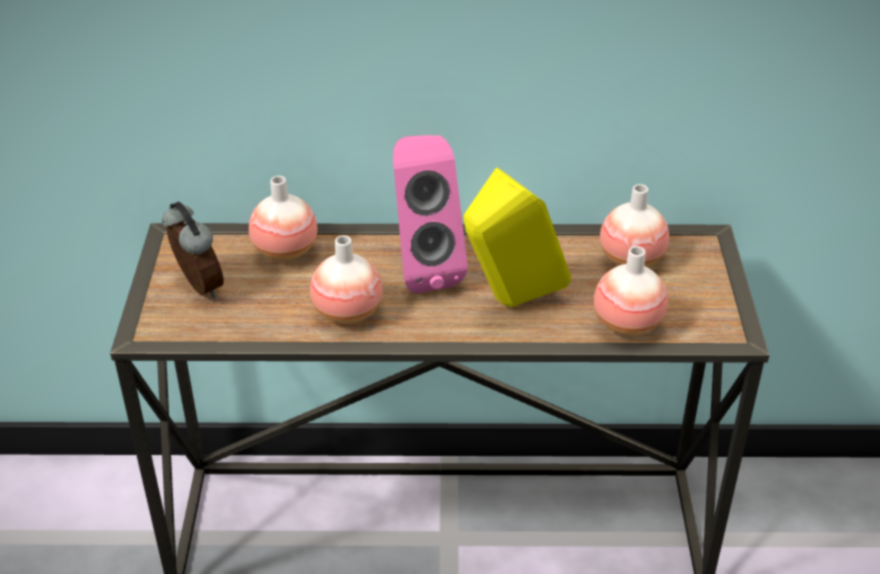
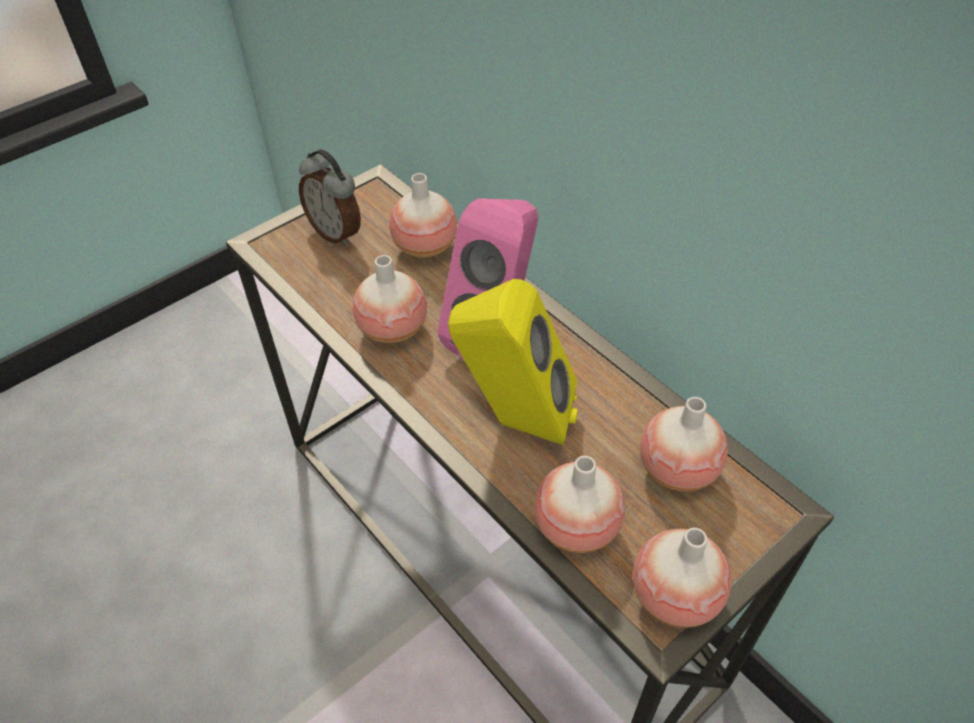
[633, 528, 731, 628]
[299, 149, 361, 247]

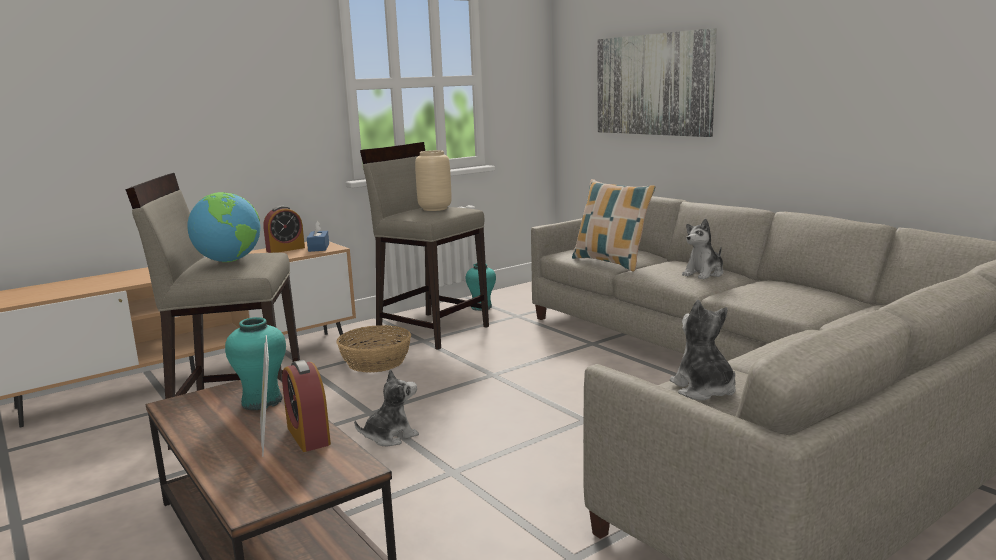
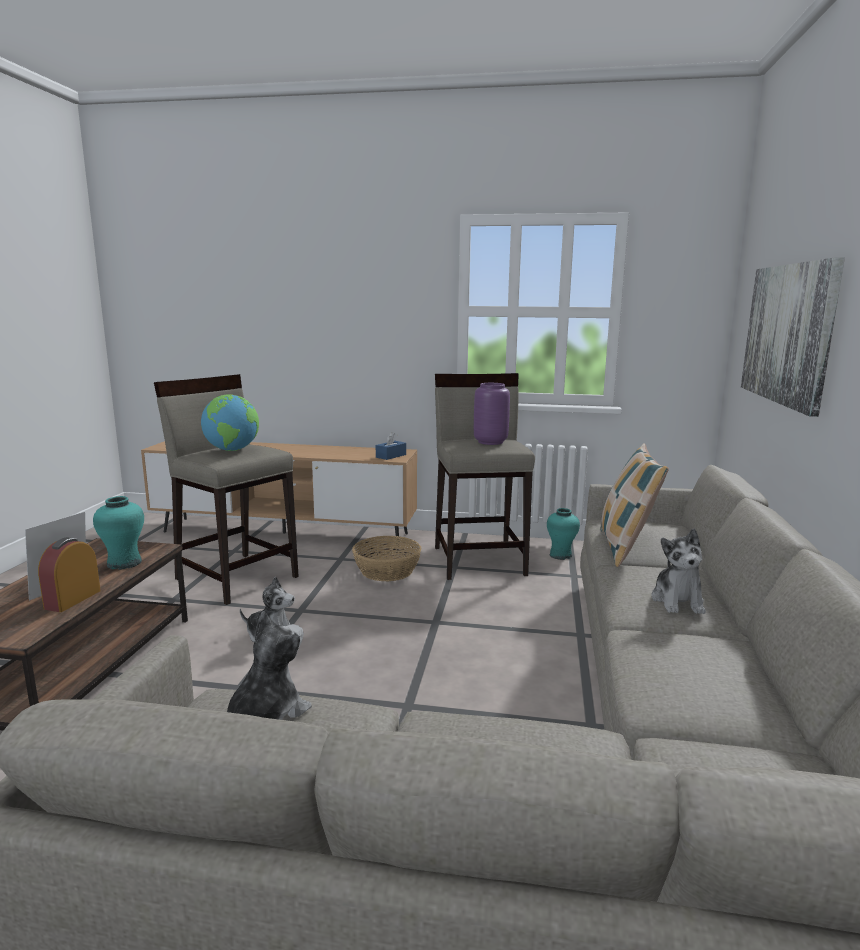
[263, 206, 305, 253] (first image)
[474, 383, 510, 445]
[652, 529, 706, 614]

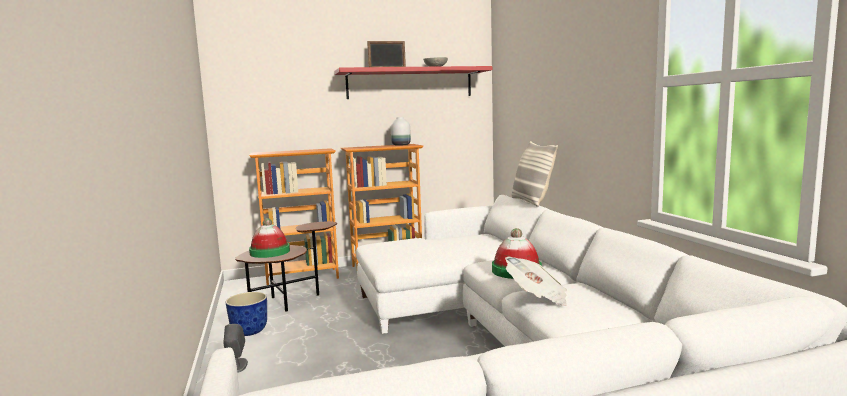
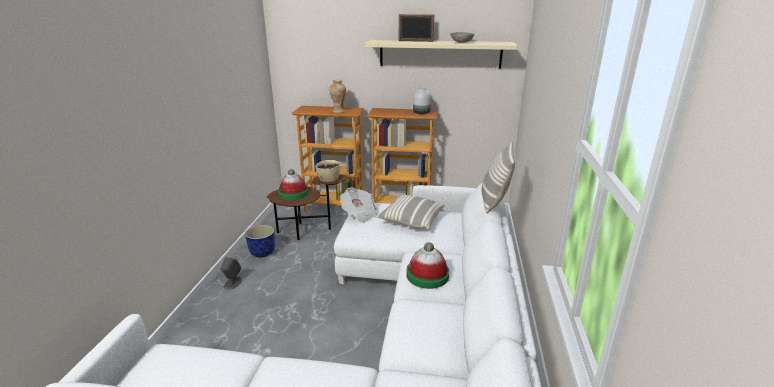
[315, 160, 340, 182]
[329, 80, 346, 113]
[376, 195, 444, 229]
[340, 187, 377, 223]
[365, 40, 517, 69]

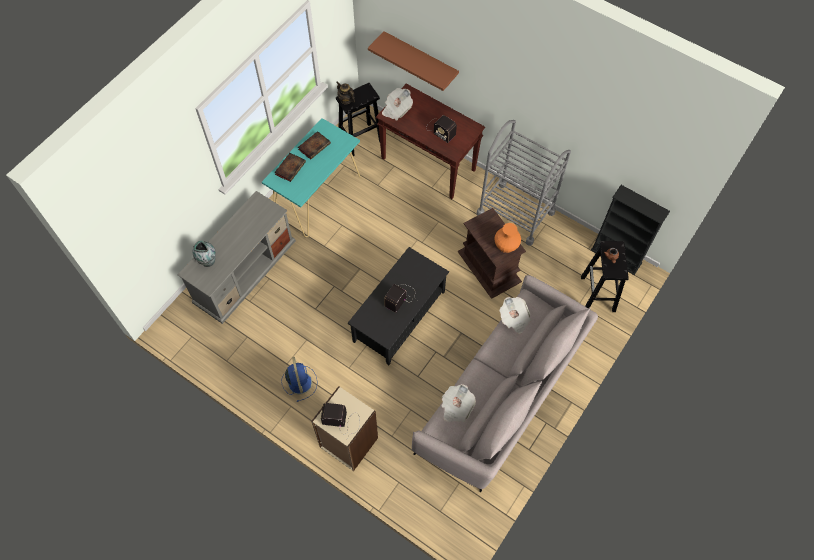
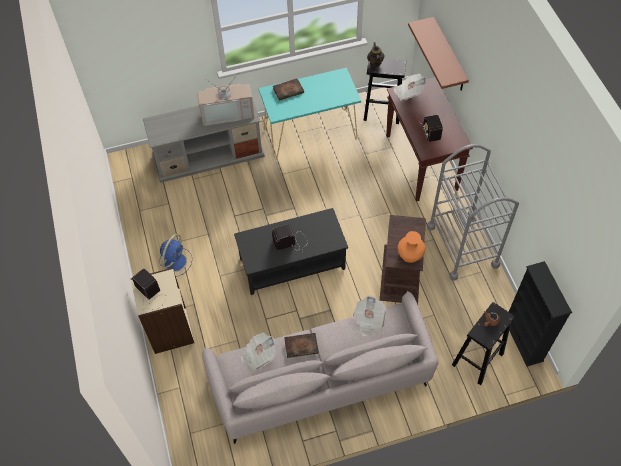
[193, 241, 216, 267] (first image)
[197, 74, 254, 126]
[284, 333, 319, 358]

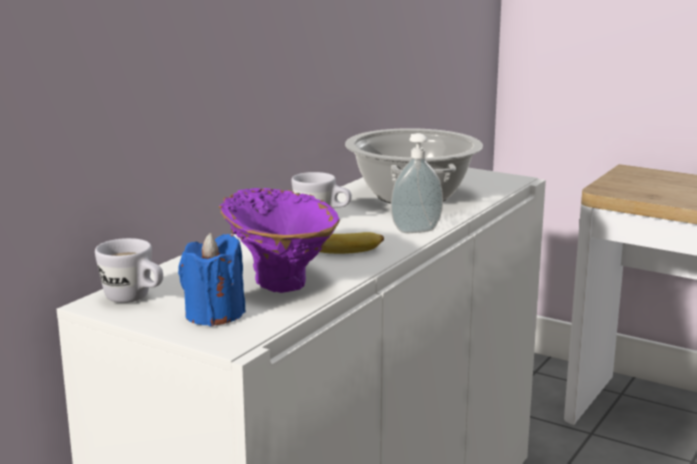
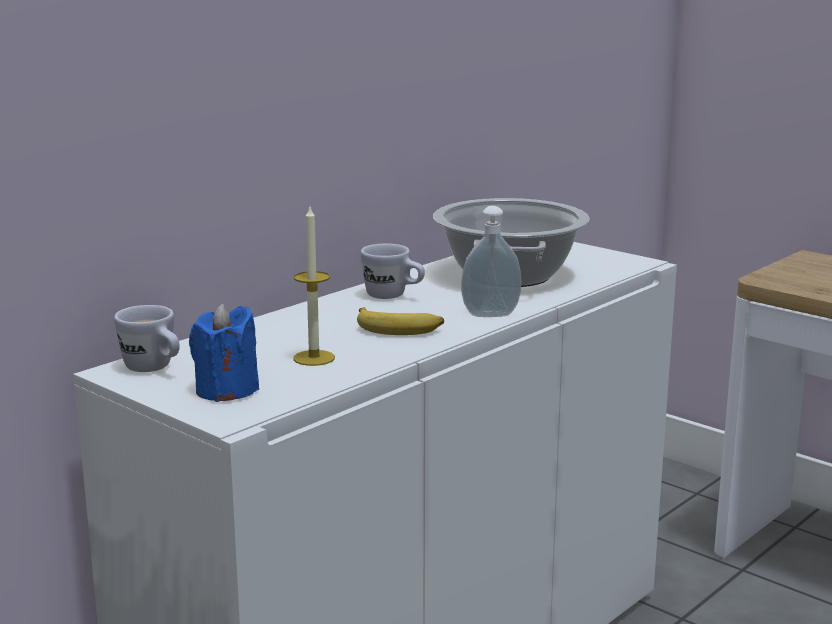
[293, 207, 335, 366]

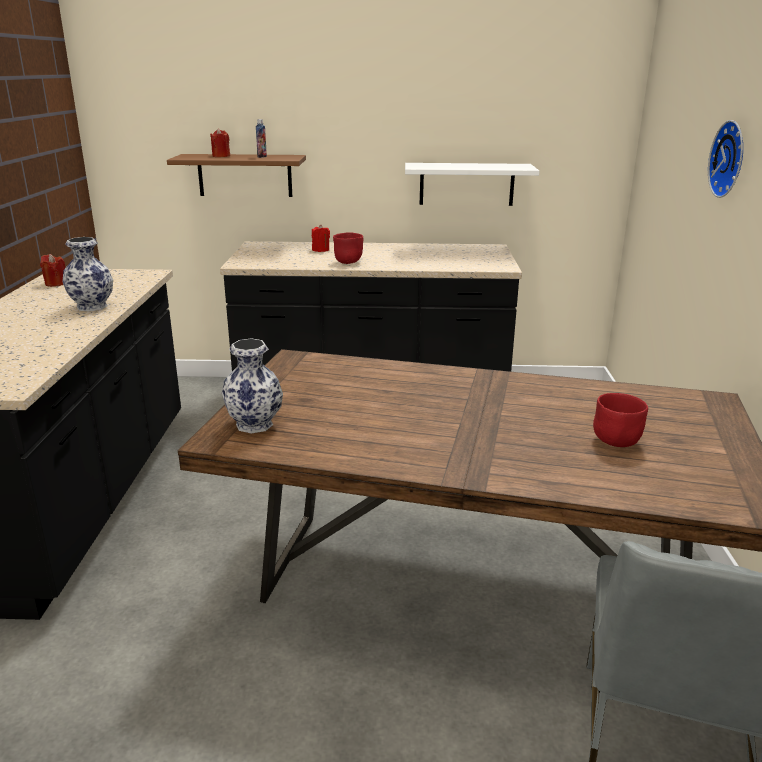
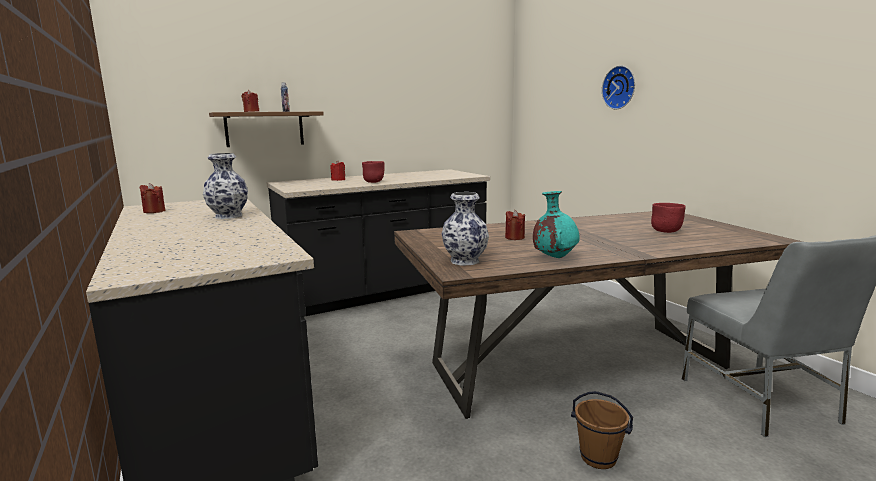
[405, 163, 540, 206] (first image)
[505, 210, 525, 240]
[533, 191, 580, 258]
[571, 391, 633, 469]

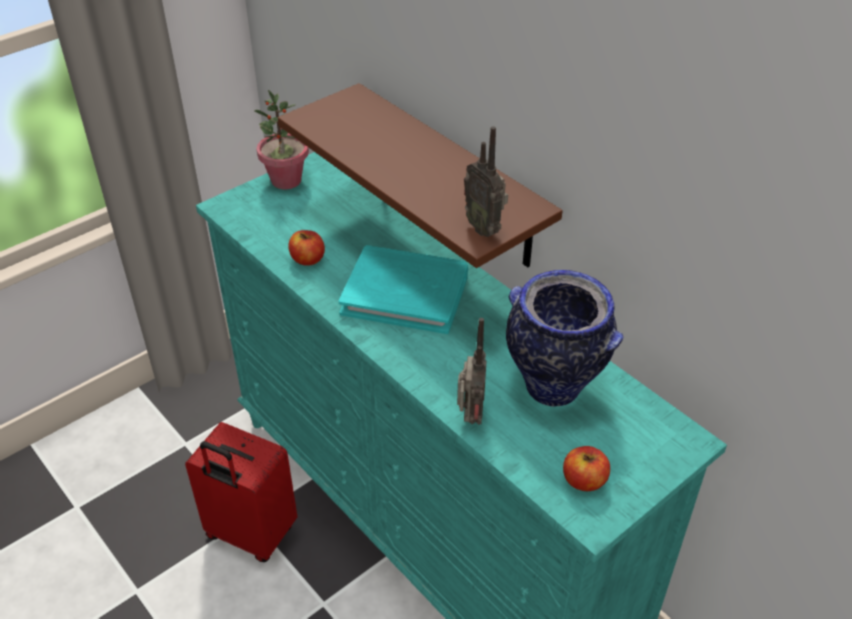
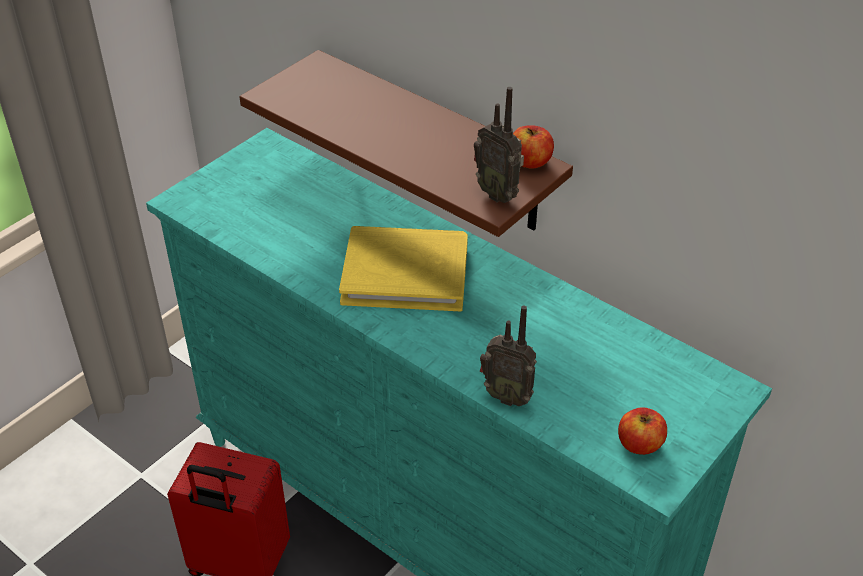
[254, 90, 309, 189] (first image)
[506, 270, 623, 406] (first image)
[513, 126, 554, 168]
[339, 226, 468, 311]
[480, 306, 537, 406]

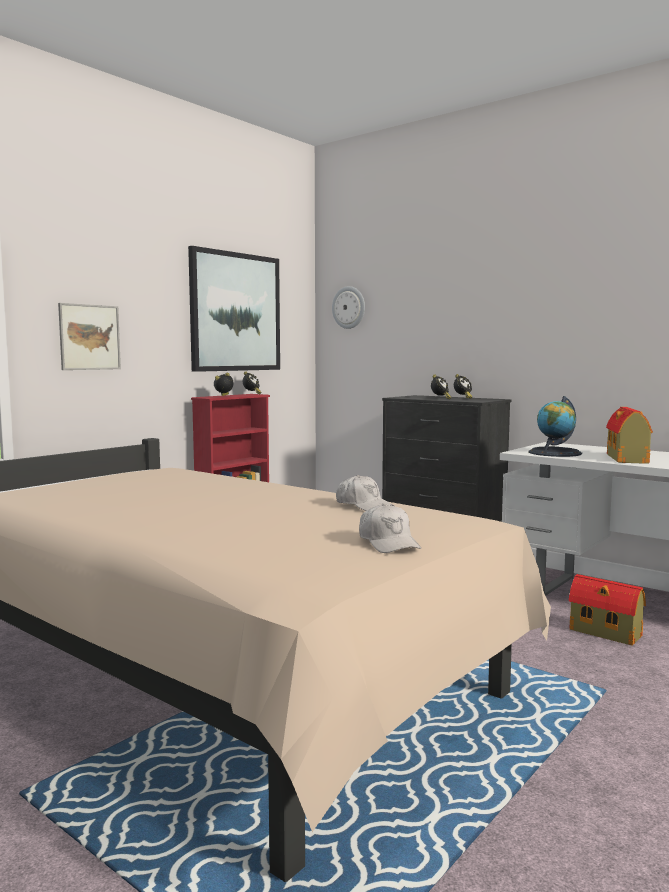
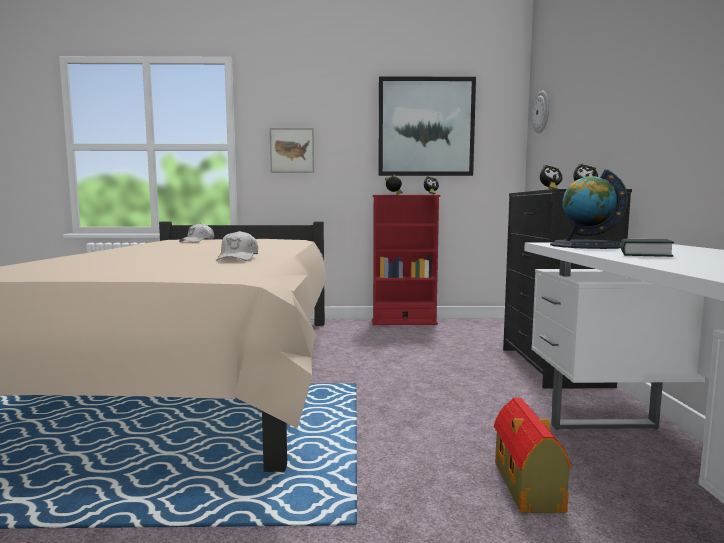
[179, 223, 214, 242]
[621, 239, 674, 257]

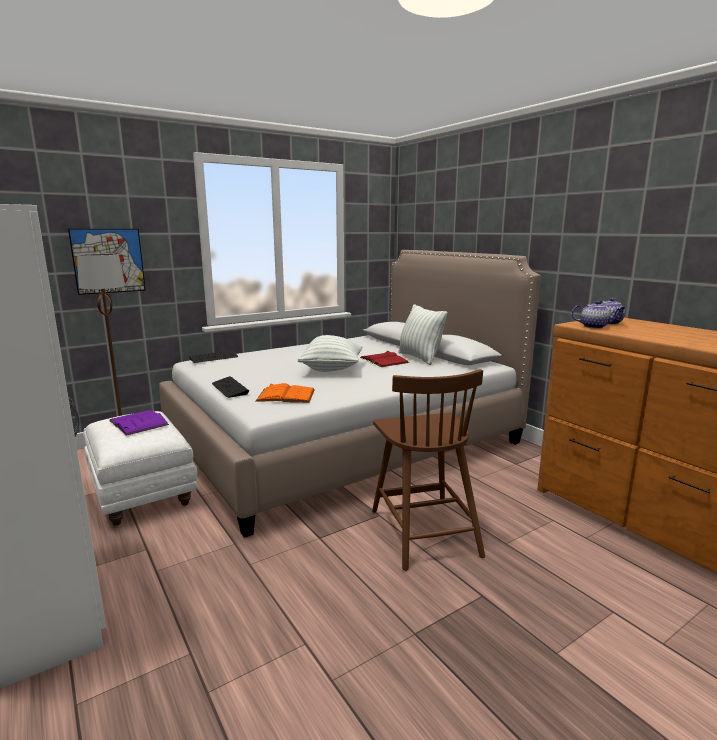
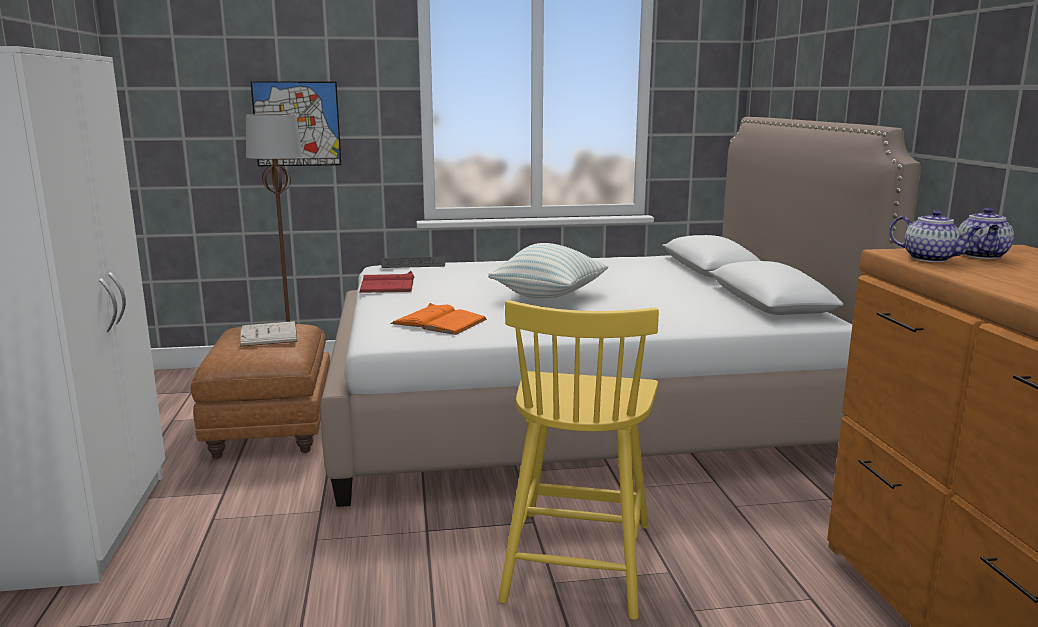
[212, 376, 249, 398] (first image)
[398, 304, 447, 365] (first image)
[359, 271, 415, 293]
[191, 324, 330, 459]
[240, 321, 298, 347]
[498, 300, 659, 620]

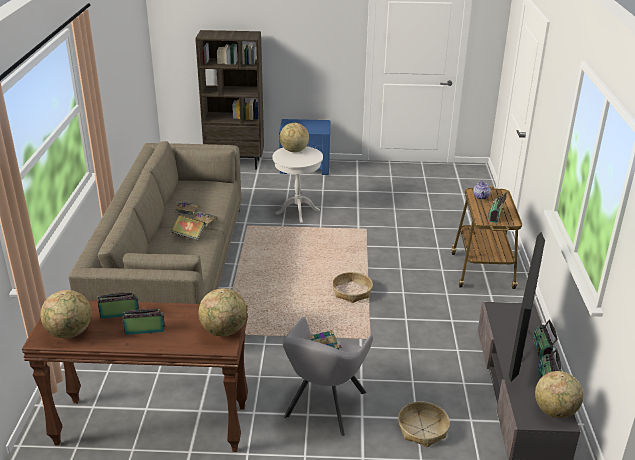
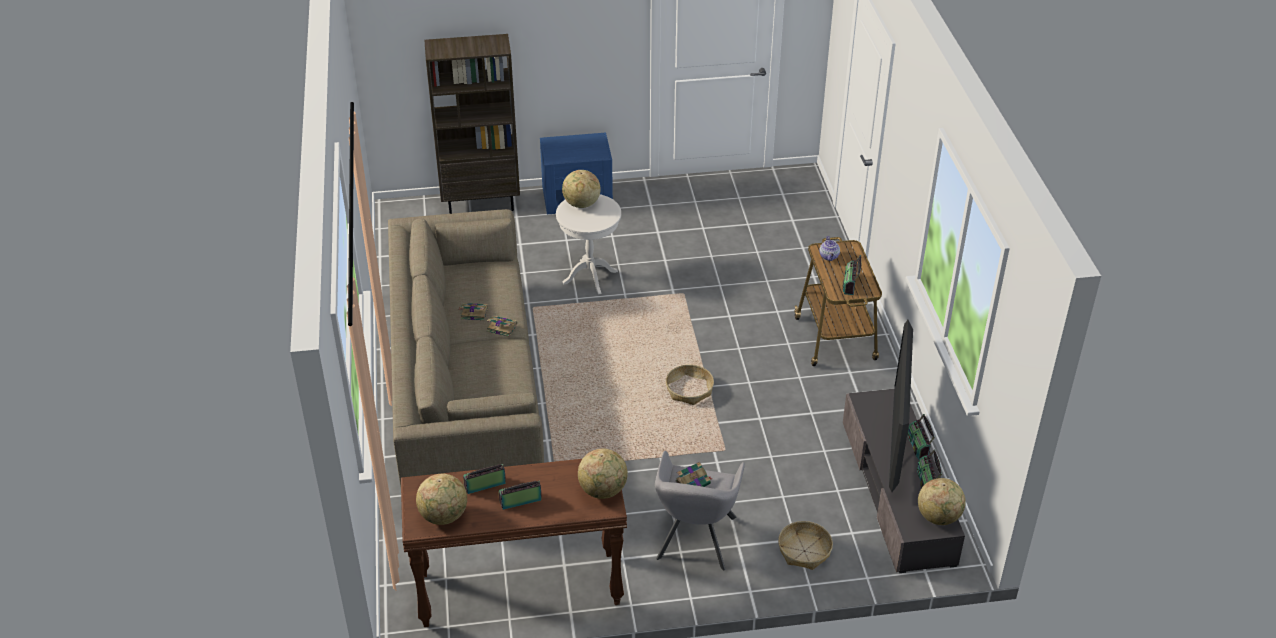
[171, 214, 205, 241] (first image)

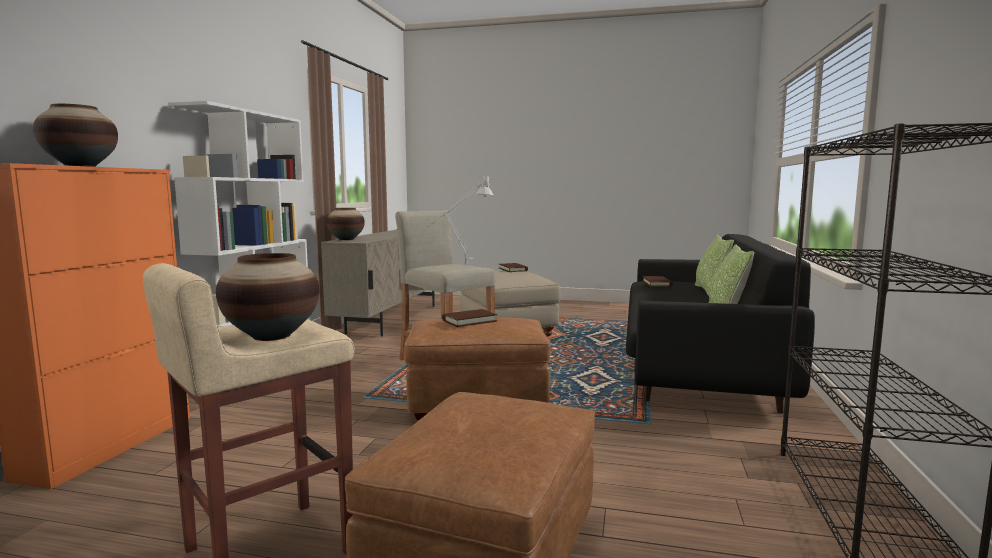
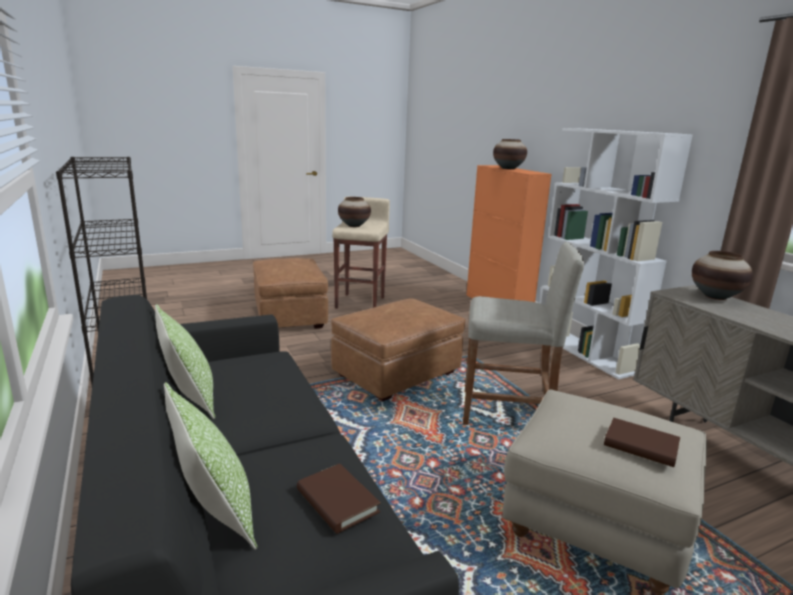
[428, 176, 493, 264] (first image)
[442, 309, 497, 327] (first image)

